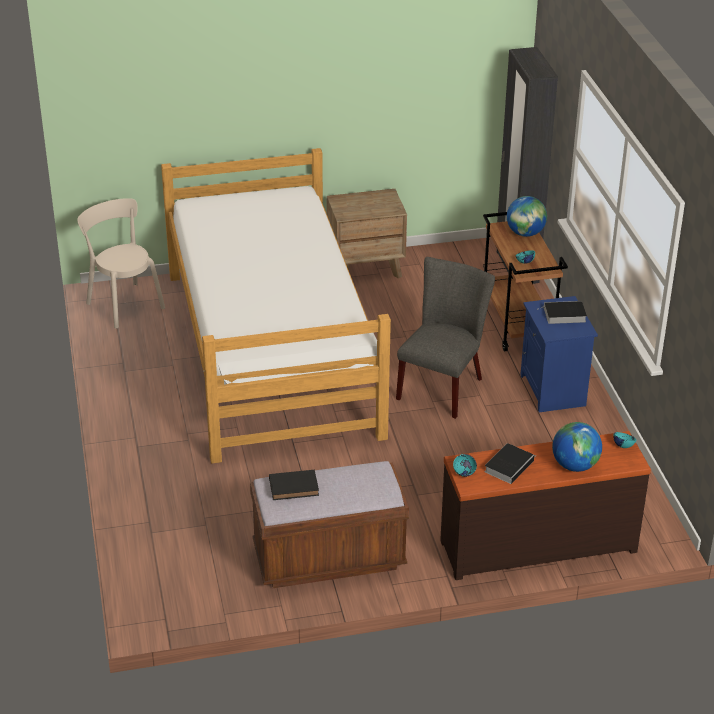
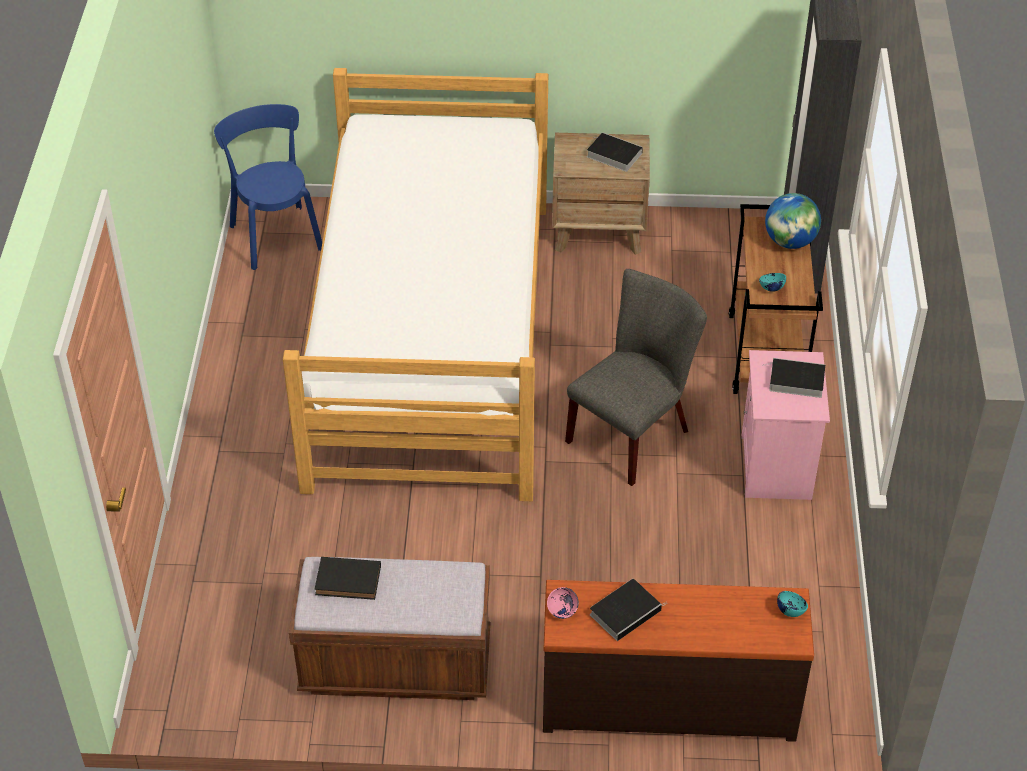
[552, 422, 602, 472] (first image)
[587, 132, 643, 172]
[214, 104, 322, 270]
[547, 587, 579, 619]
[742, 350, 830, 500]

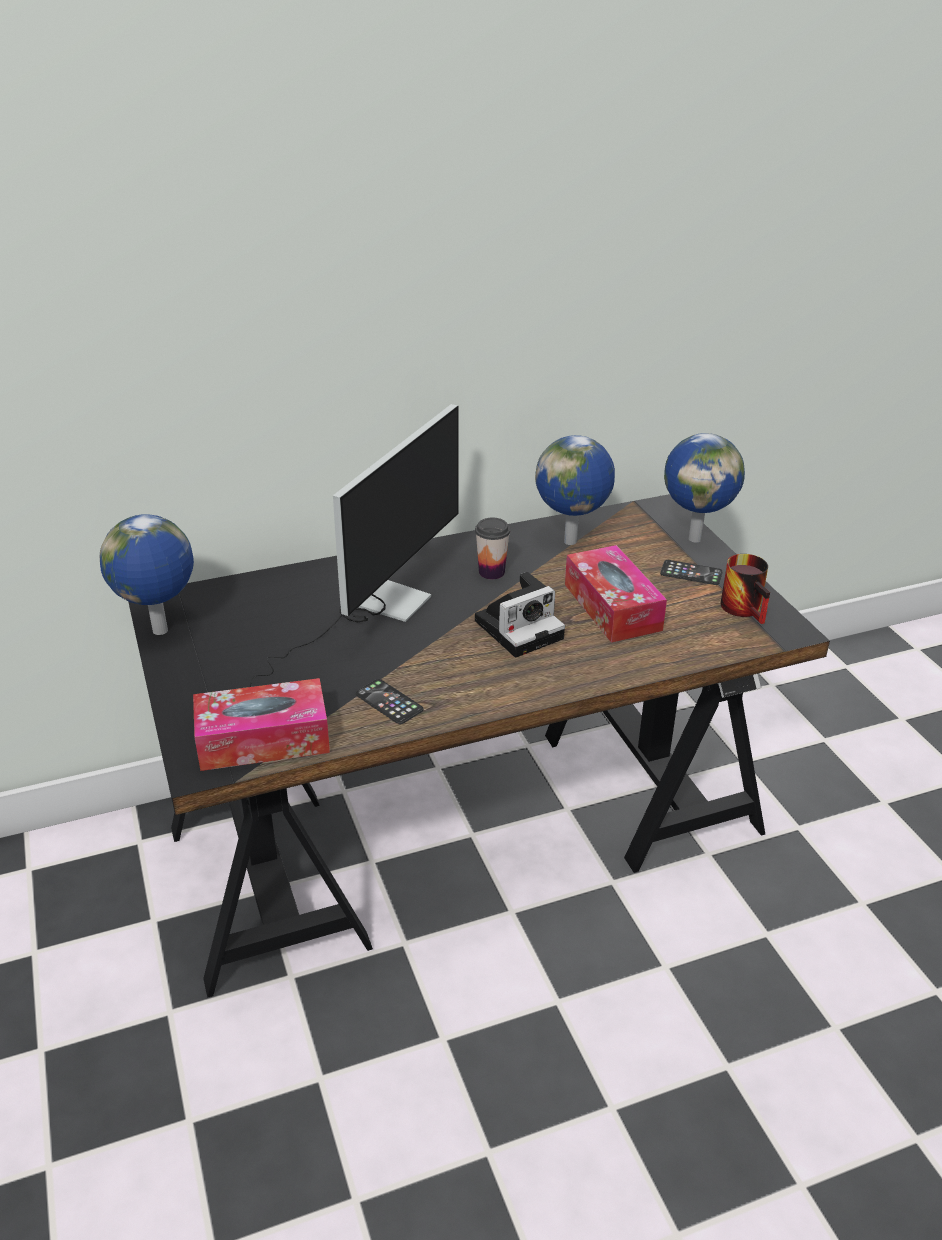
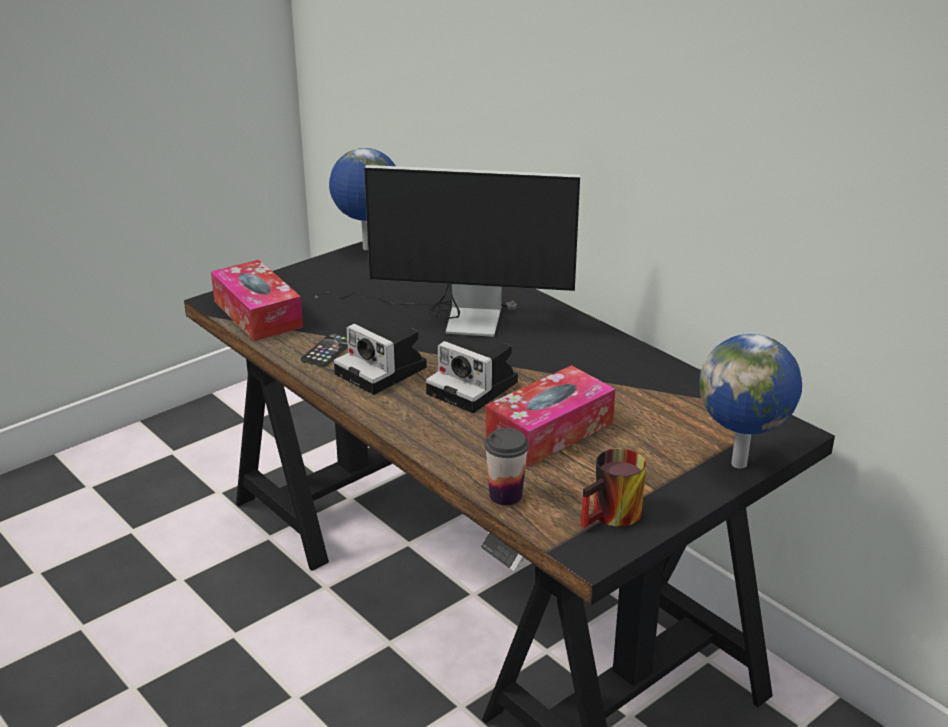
[535, 435, 615, 545] (first image)
[660, 560, 723, 585] (first image)
[334, 324, 427, 395]
[484, 428, 529, 506]

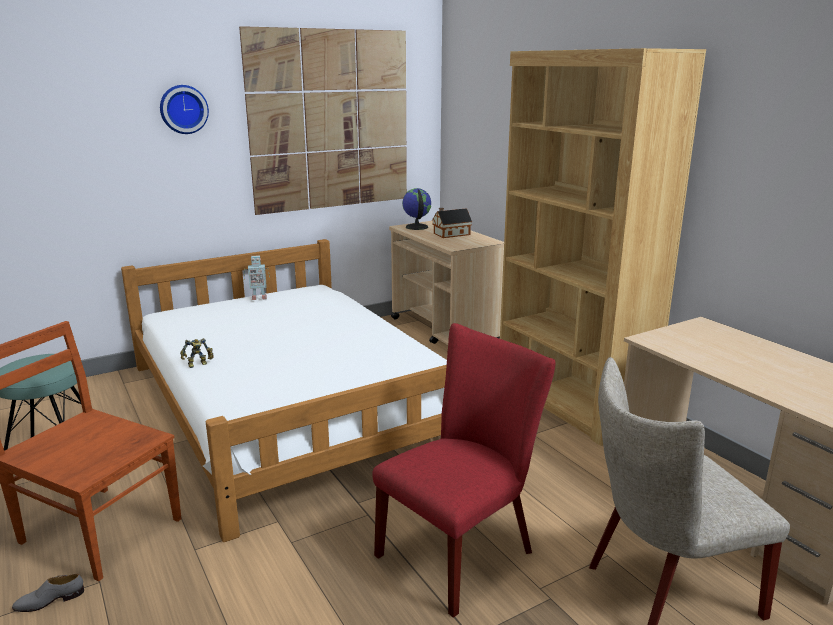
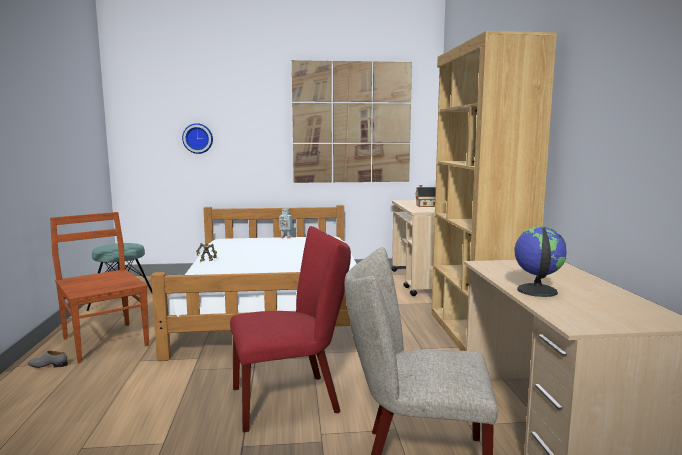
[182, 123, 213, 154]
[514, 226, 567, 297]

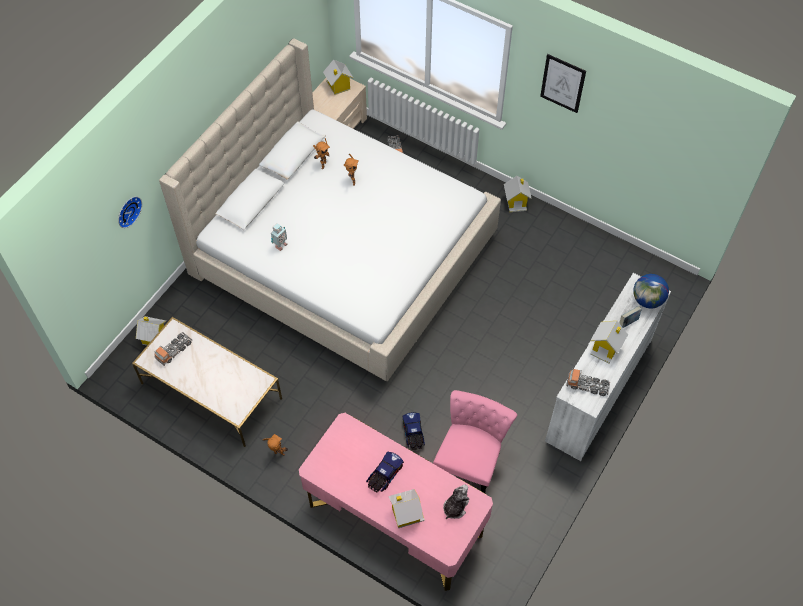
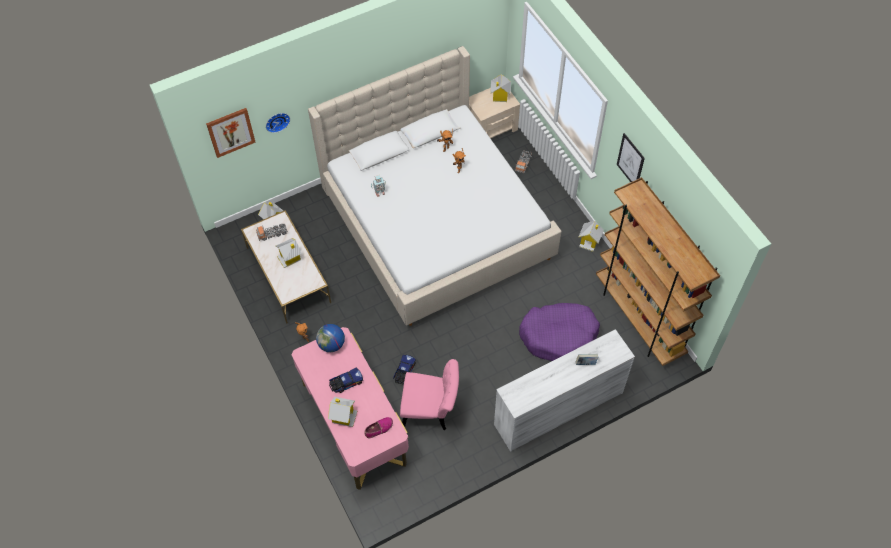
[566, 368, 610, 396] (first image)
[206, 108, 255, 158]
[519, 303, 600, 361]
[596, 177, 720, 366]
[276, 238, 302, 268]
[316, 324, 345, 352]
[365, 417, 393, 438]
[400, 359, 459, 430]

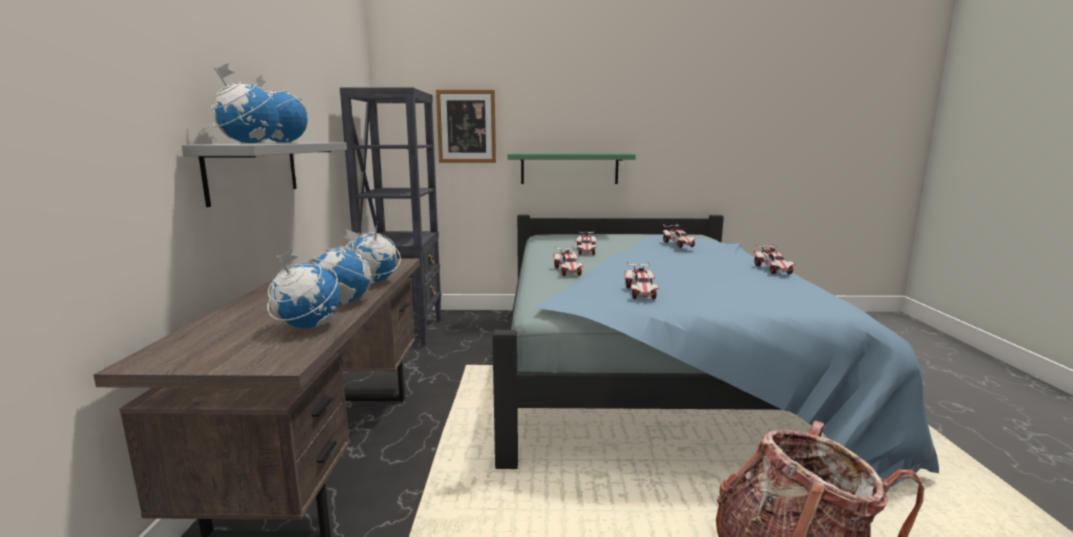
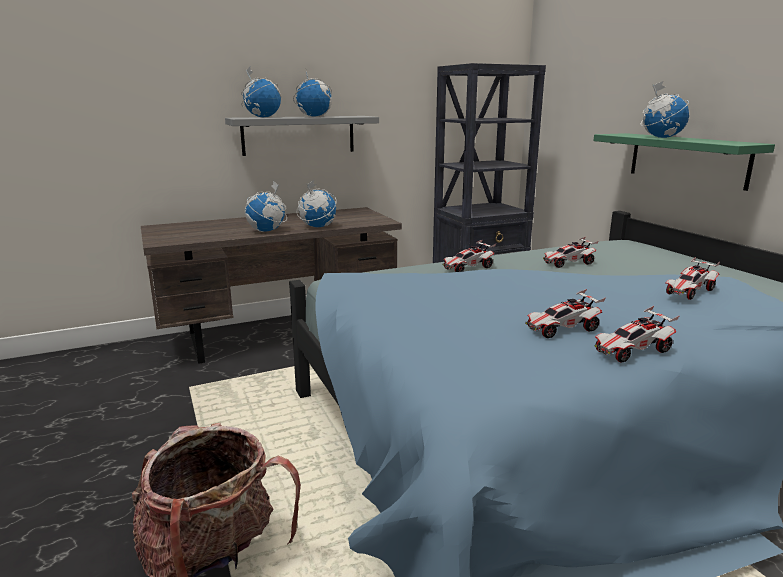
[436, 90, 496, 163] (first image)
[640, 81, 689, 138]
[525, 289, 606, 338]

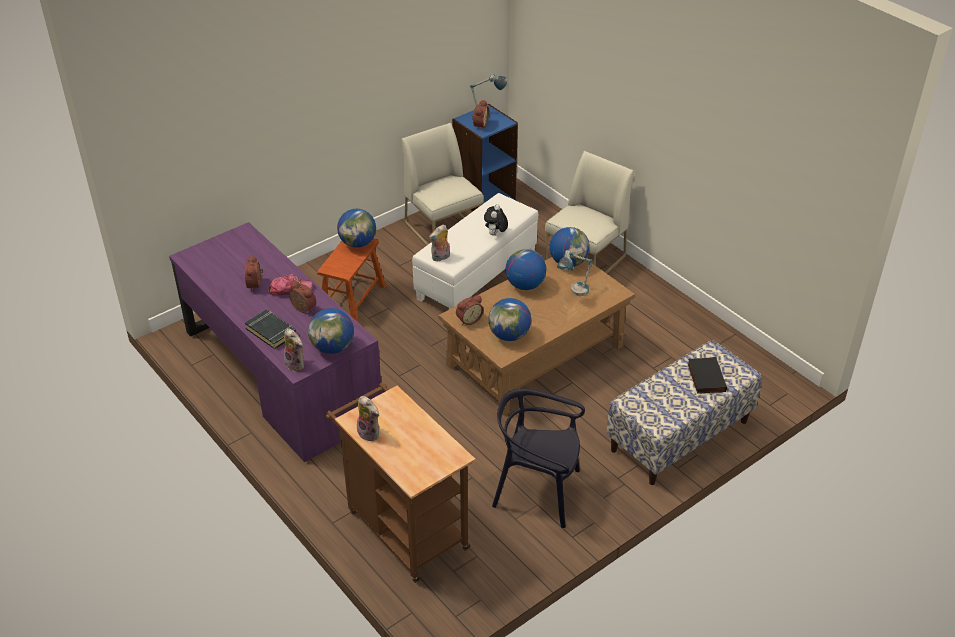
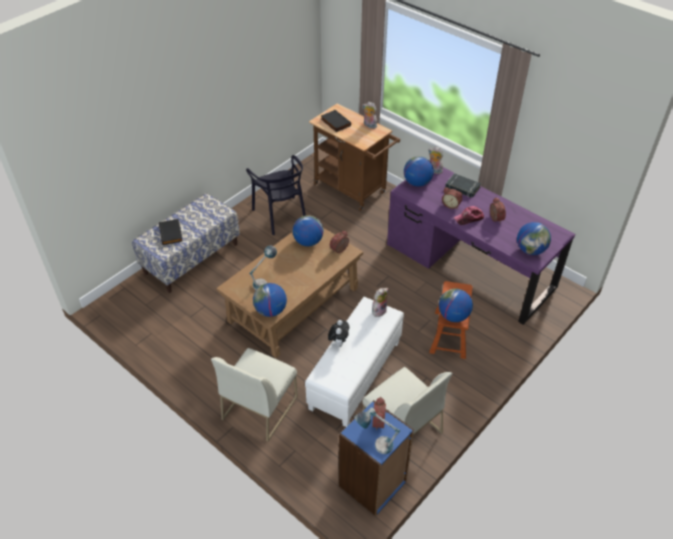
[321, 110, 351, 132]
[517, 222, 551, 255]
[246, 155, 306, 235]

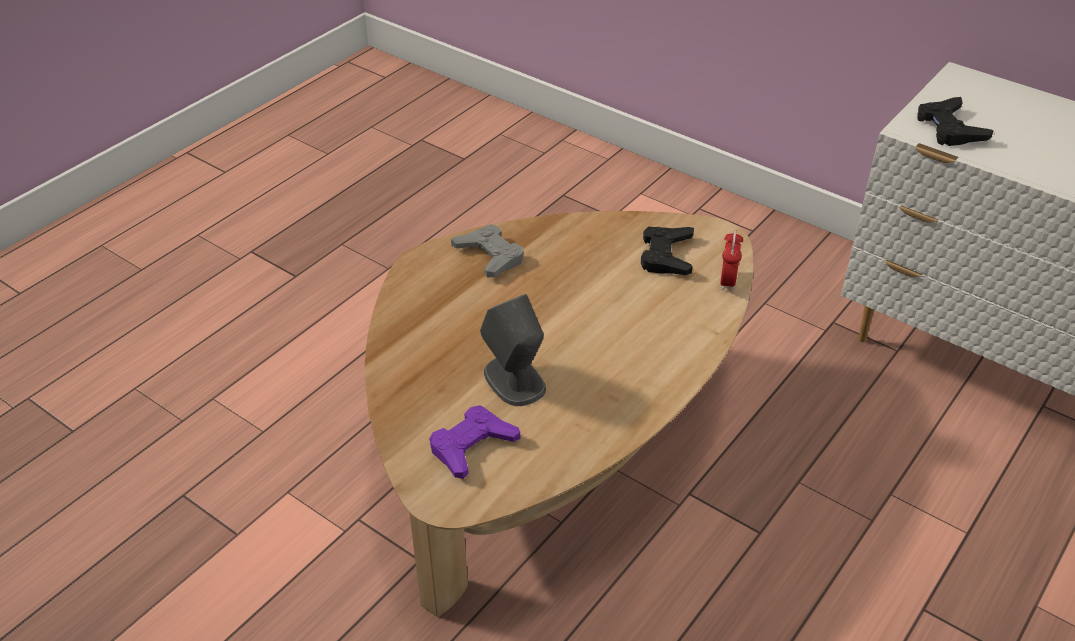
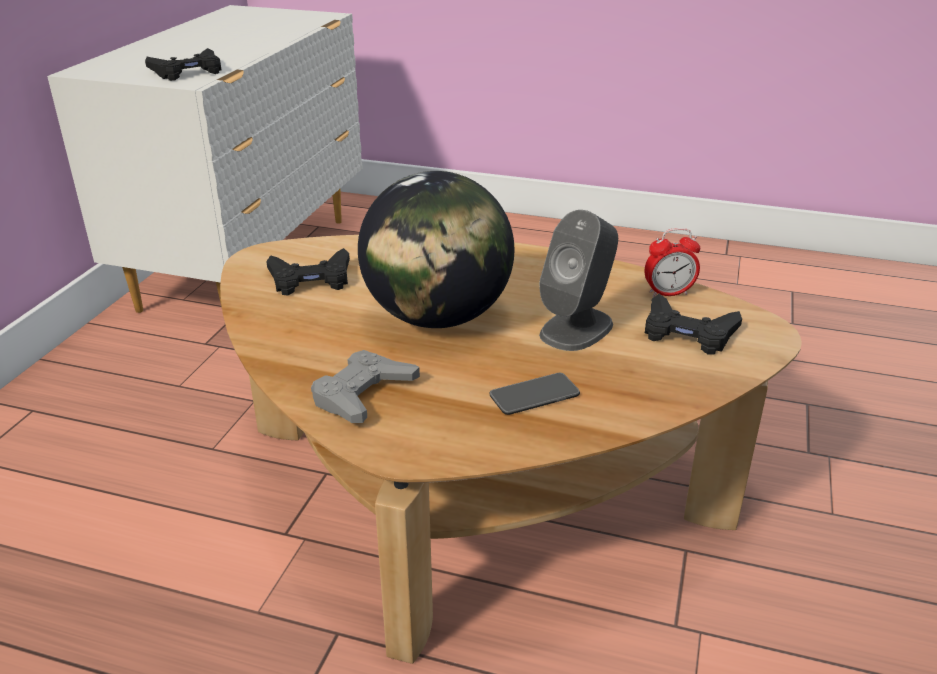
[358, 171, 515, 328]
[490, 373, 580, 415]
[645, 228, 700, 297]
[645, 294, 742, 355]

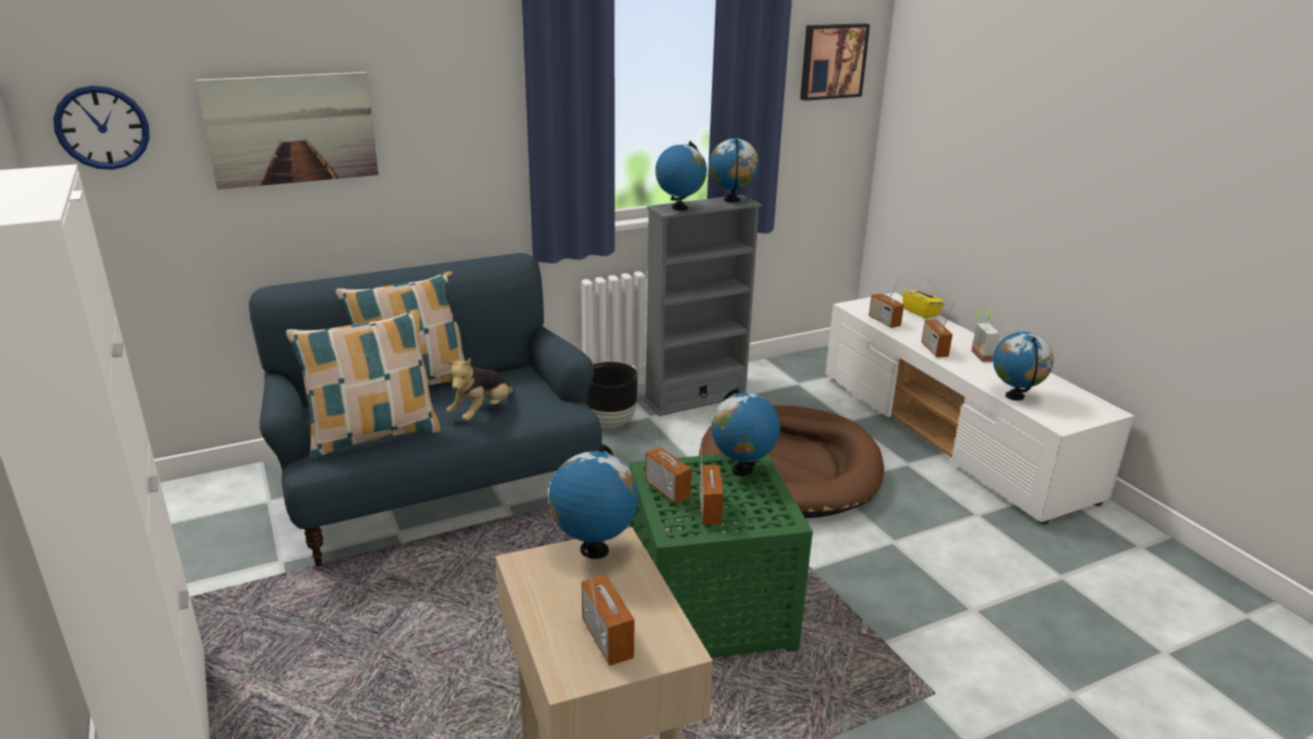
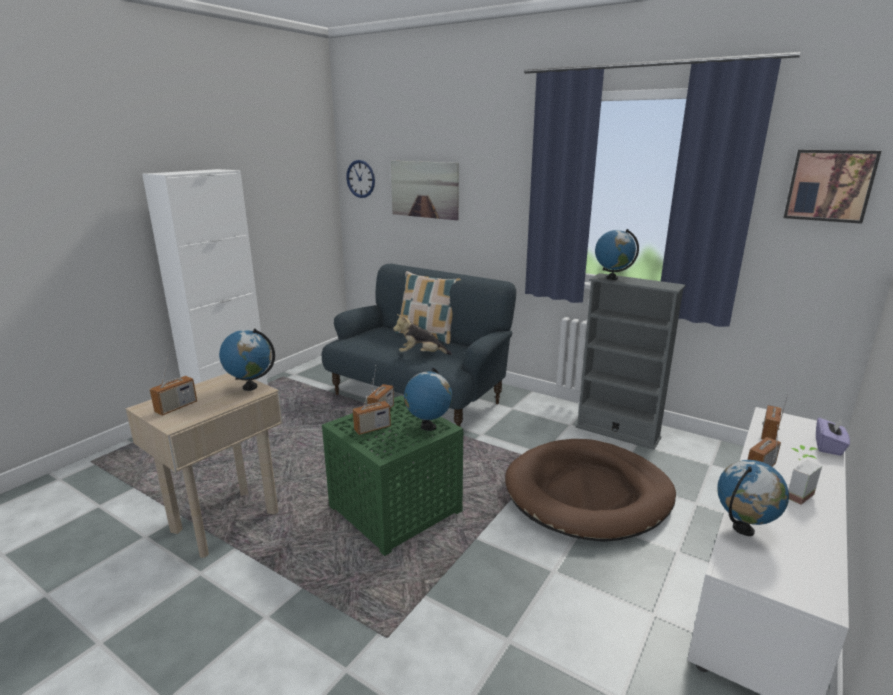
[286, 309, 440, 460] (first image)
[586, 362, 638, 428] (first image)
[709, 138, 759, 202] (first image)
[816, 417, 850, 456]

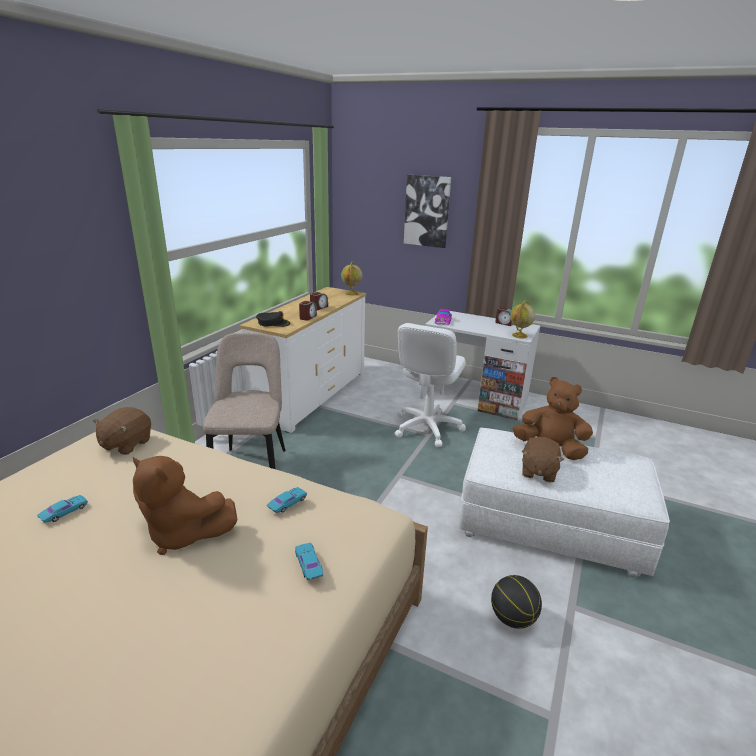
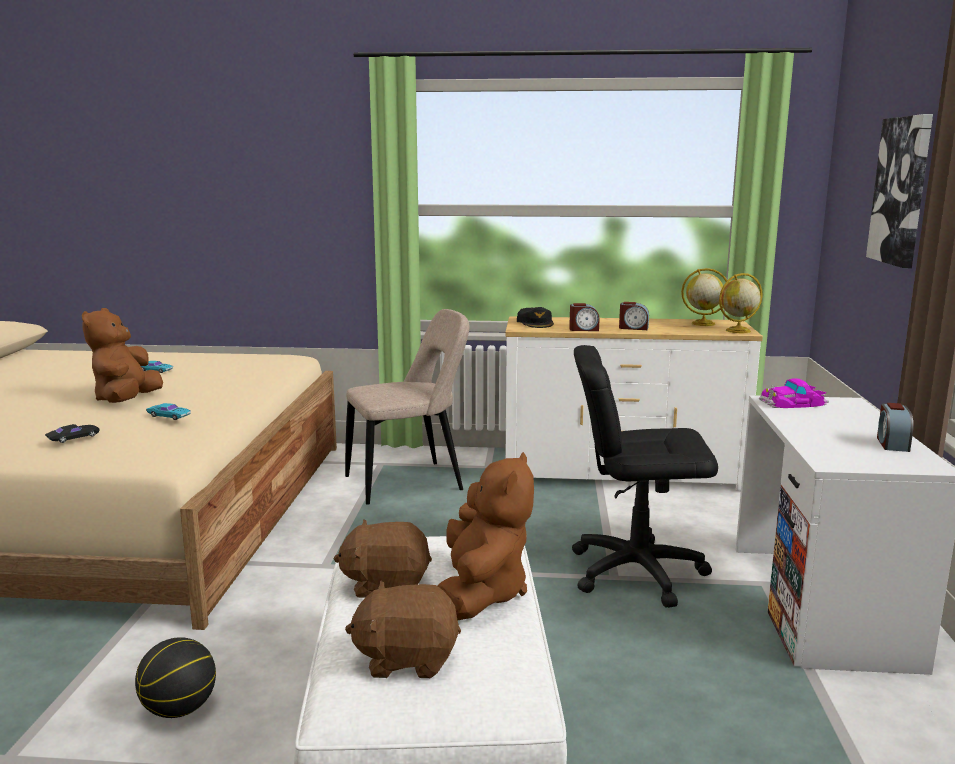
[345, 581, 461, 678]
[681, 268, 727, 326]
[45, 424, 100, 443]
[572, 345, 718, 608]

